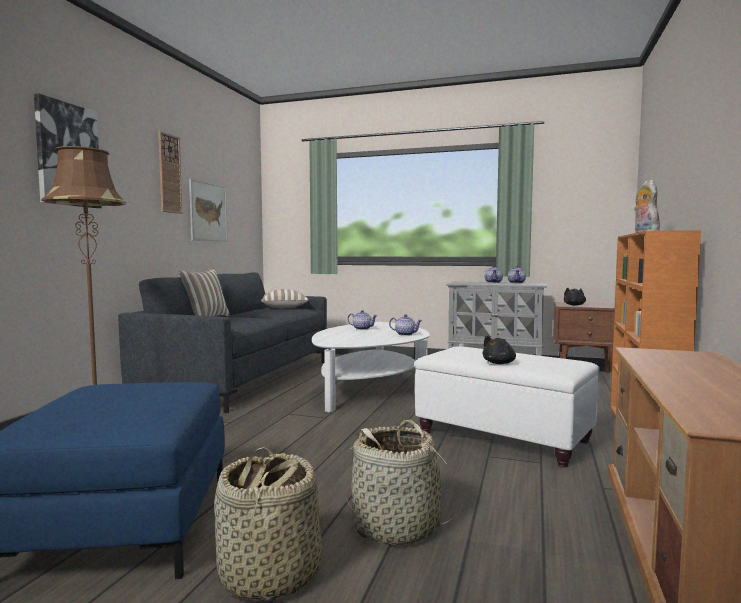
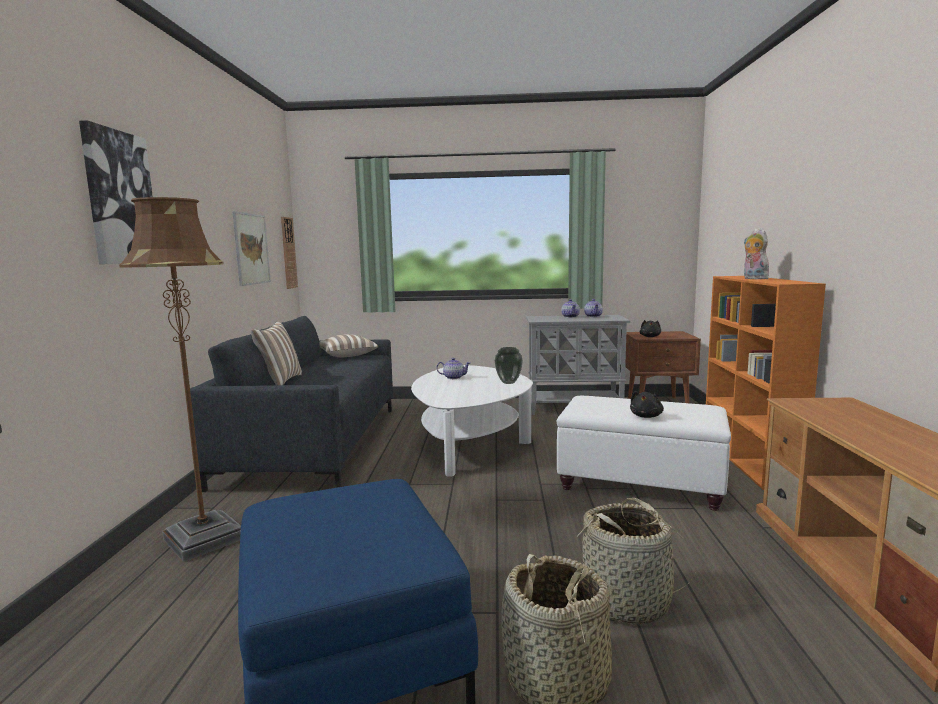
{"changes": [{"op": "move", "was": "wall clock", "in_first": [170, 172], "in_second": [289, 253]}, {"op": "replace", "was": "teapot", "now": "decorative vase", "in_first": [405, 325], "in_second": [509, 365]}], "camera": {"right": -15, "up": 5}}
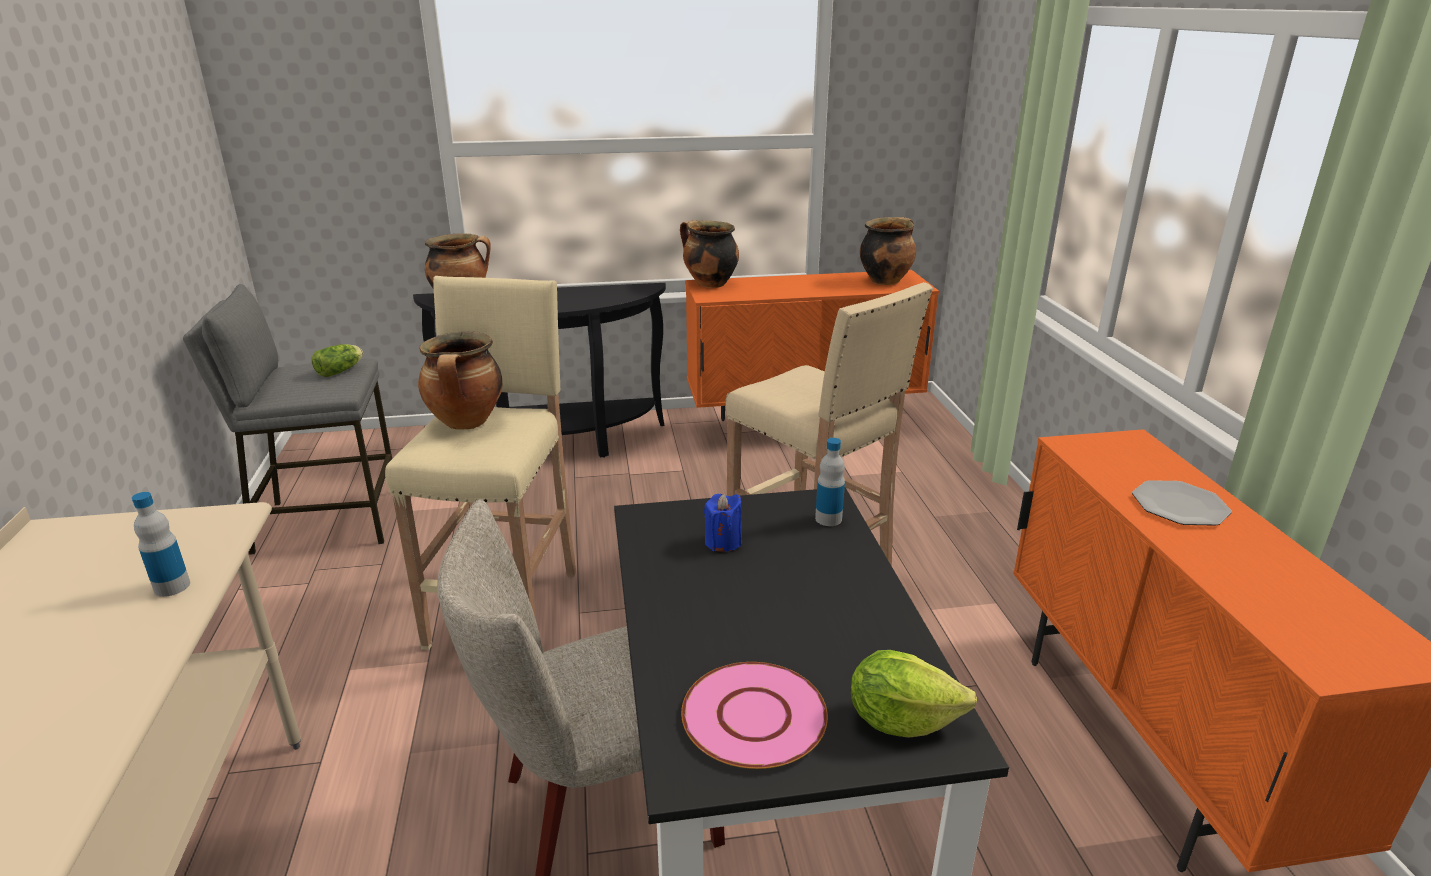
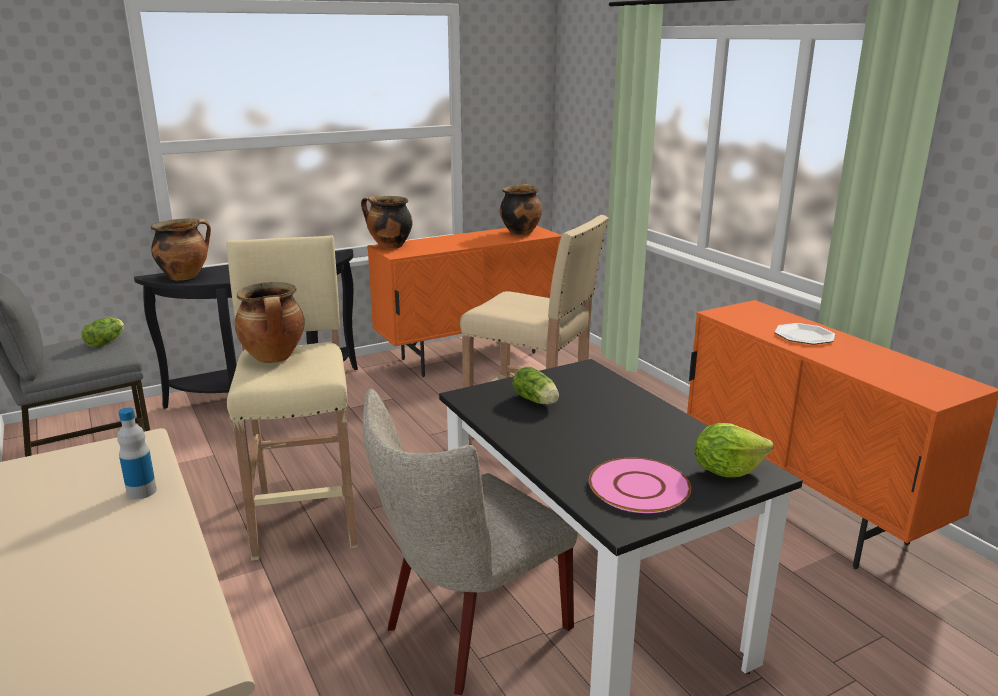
{"changes": [{"op": "delete", "was": "bottle", "in_first": [830, 482]}, {"op": "replace", "was": "candle/blue-coloured", "now": "lettuce", "in_first": [723, 522], "in_second": [536, 385]}], "camera": {"right": -20, "up": -5}}
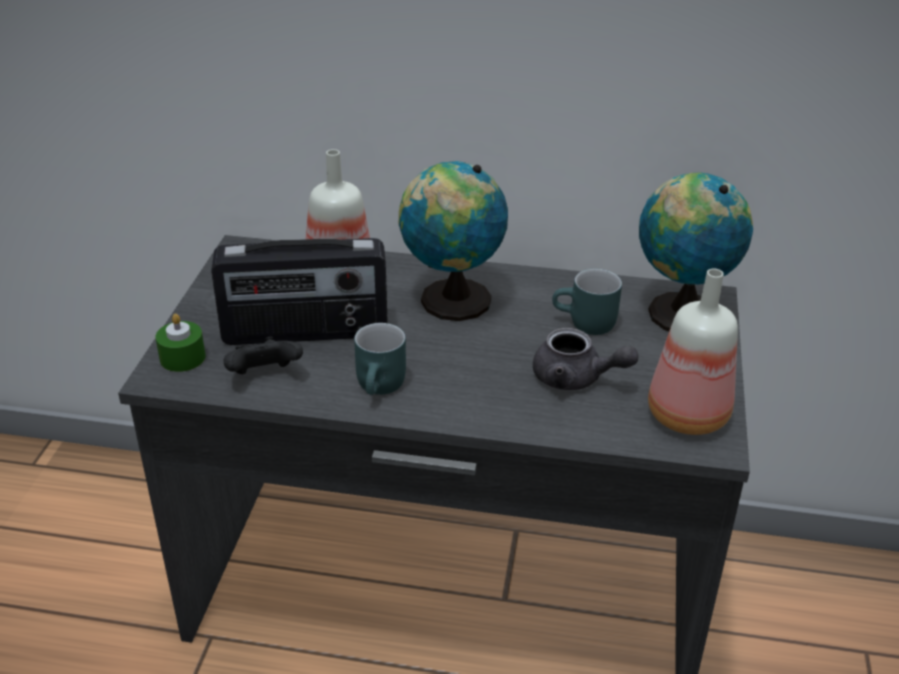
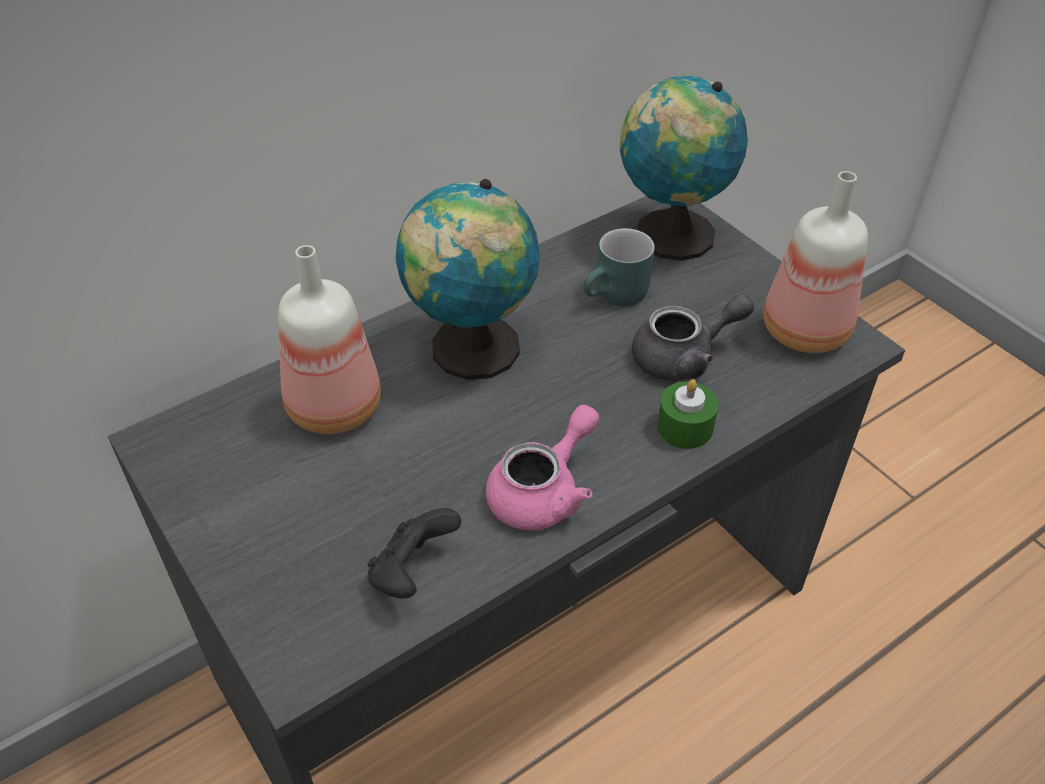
{"changes": [{"op": "delete", "was": "radio set", "in_first": [299, 291]}, {"op": "move", "was": "candle/greenish", "in_first": [180, 343], "in_second": [687, 414]}, {"op": "replace", "was": "mug/turquoise", "now": "teapot/pinkish", "in_first": [380, 359], "in_second": [542, 468]}], "camera": {"right": -45, "up": 10}}
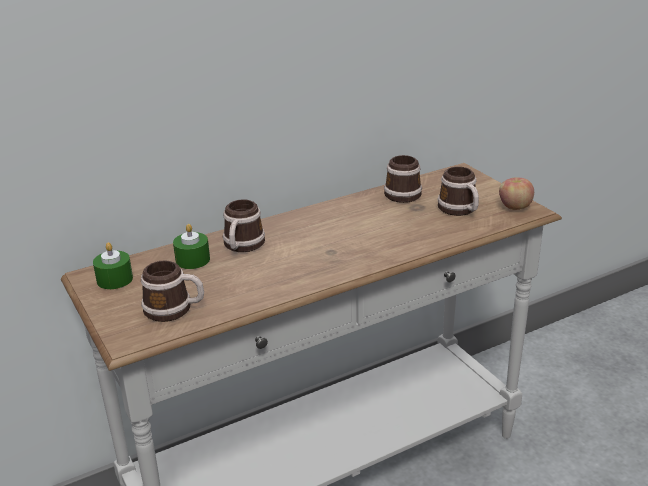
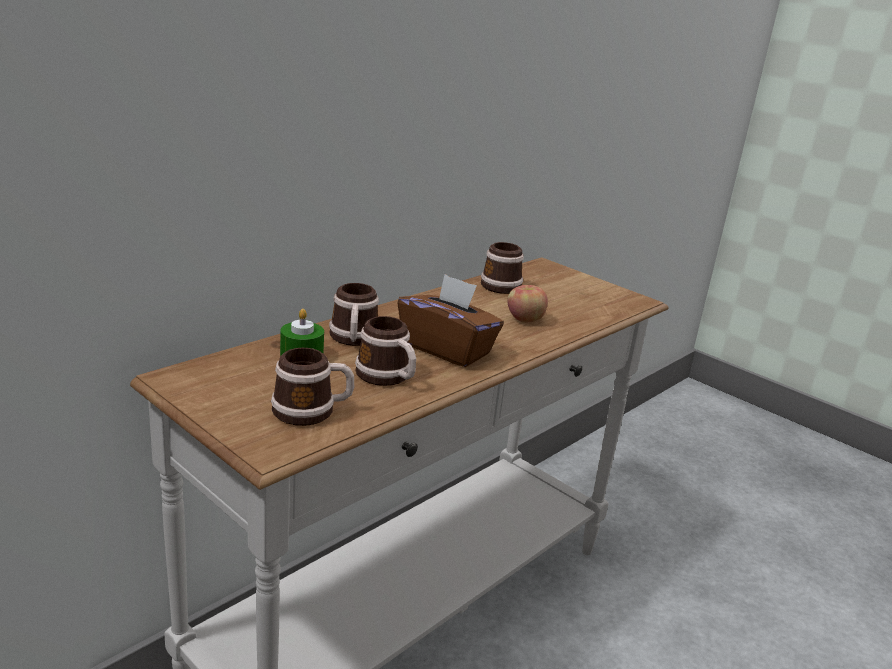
{"changes": [{"op": "delete", "was": "candle/greenish", "in_first": [113, 265]}, {"op": "insert", "now": "tissue holder/brown", "in_second": [450, 320]}, {"op": "move", "was": "mug", "in_first": [458, 191], "in_second": [385, 351]}, {"op": "move", "was": "whole apple", "in_first": [516, 193], "in_second": [527, 304]}], "camera": {"right": -20, "up": -5}}
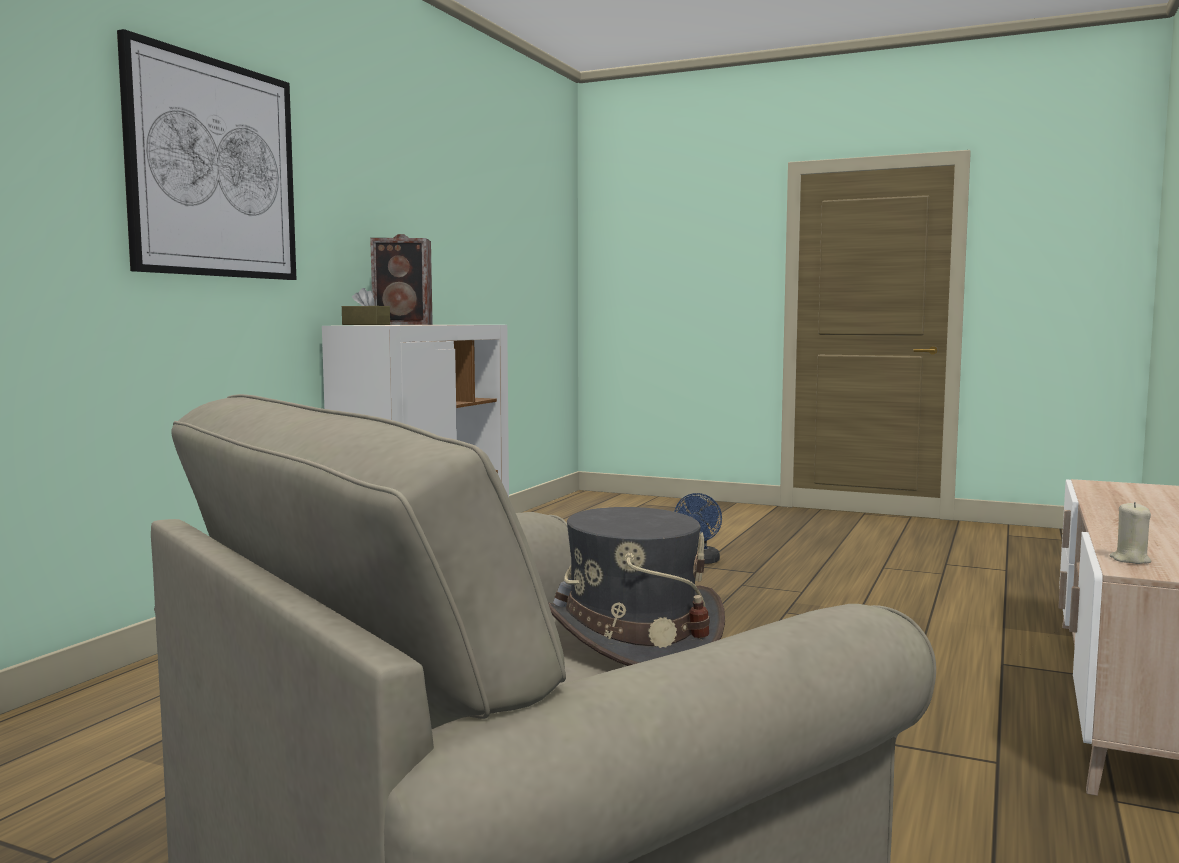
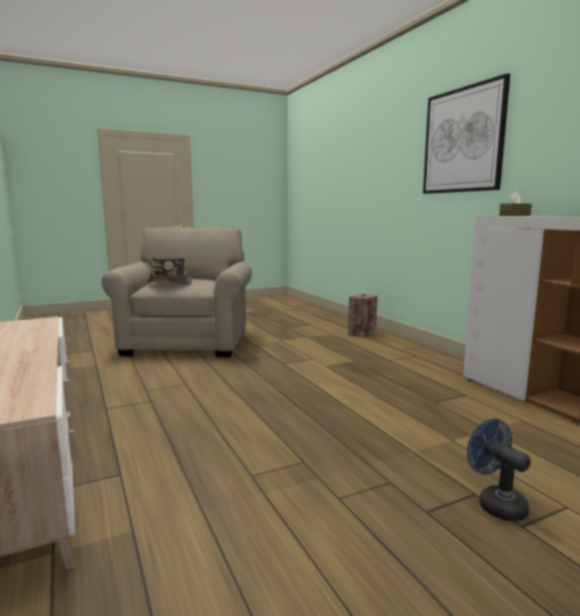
{"changes": [{"op": "delete", "was": "candle/beige-coloured", "in_first": [1131, 533]}, {"op": "move", "was": "loudspeaker", "in_first": [401, 279], "in_second": [362, 316]}], "camera": {"right": 130, "up": 5}}
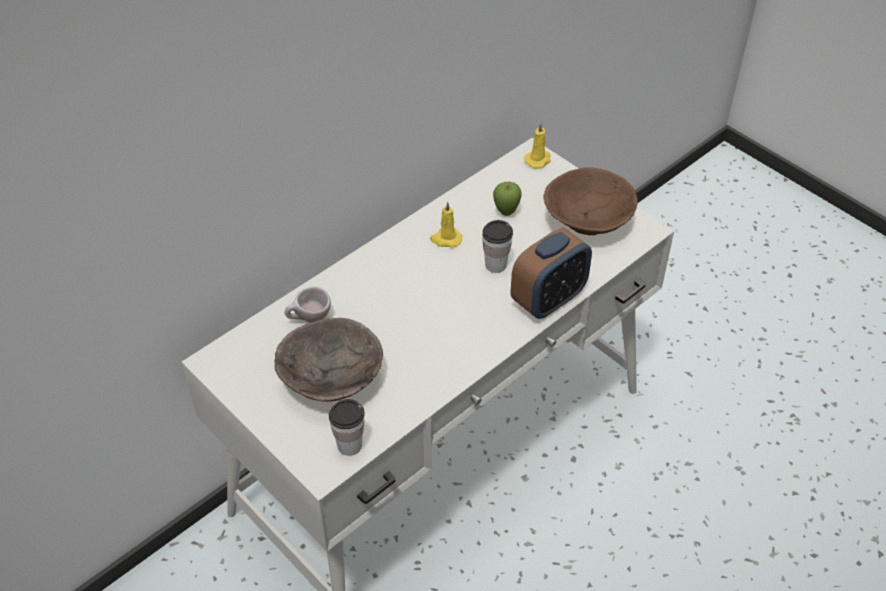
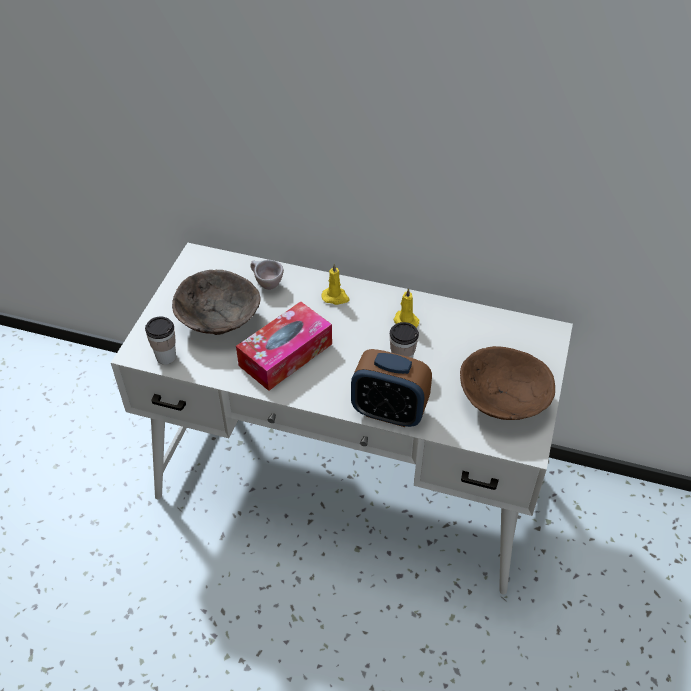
{"changes": [{"op": "delete", "was": "whole apple", "in_first": [507, 199]}, {"op": "insert", "now": "tissue holder", "in_second": [284, 346]}, {"op": "move", "was": "candle/yellowish", "in_first": [537, 146], "in_second": [335, 284]}], "camera": {"right": 60, "up": 0}}
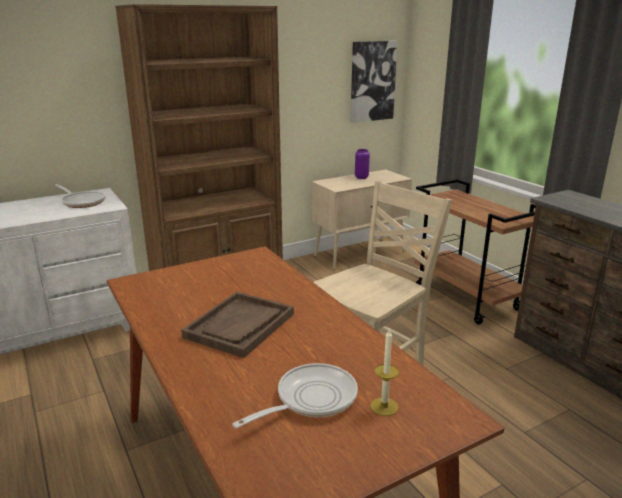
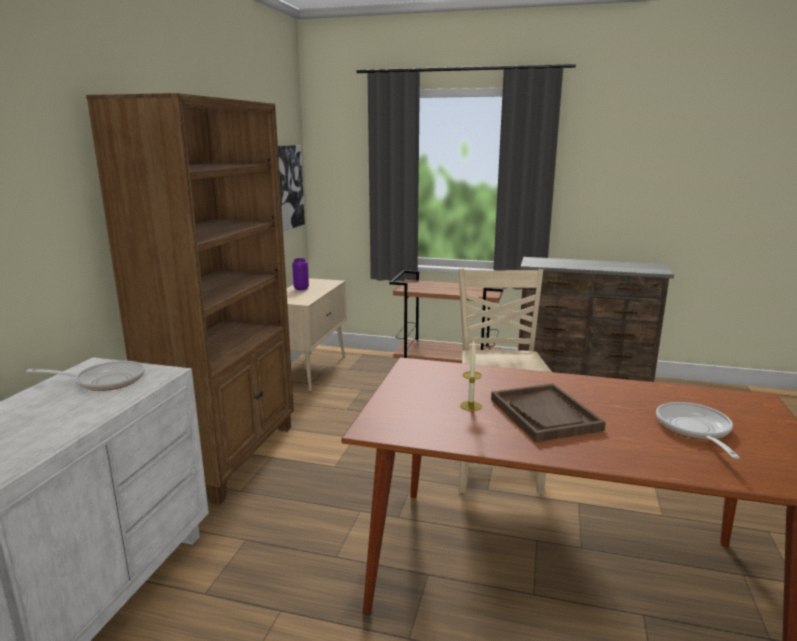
{"changes": [{"op": "move", "was": "candle", "in_first": [384, 372], "in_second": [471, 375]}], "camera": {"right": -45, "up": -5}}
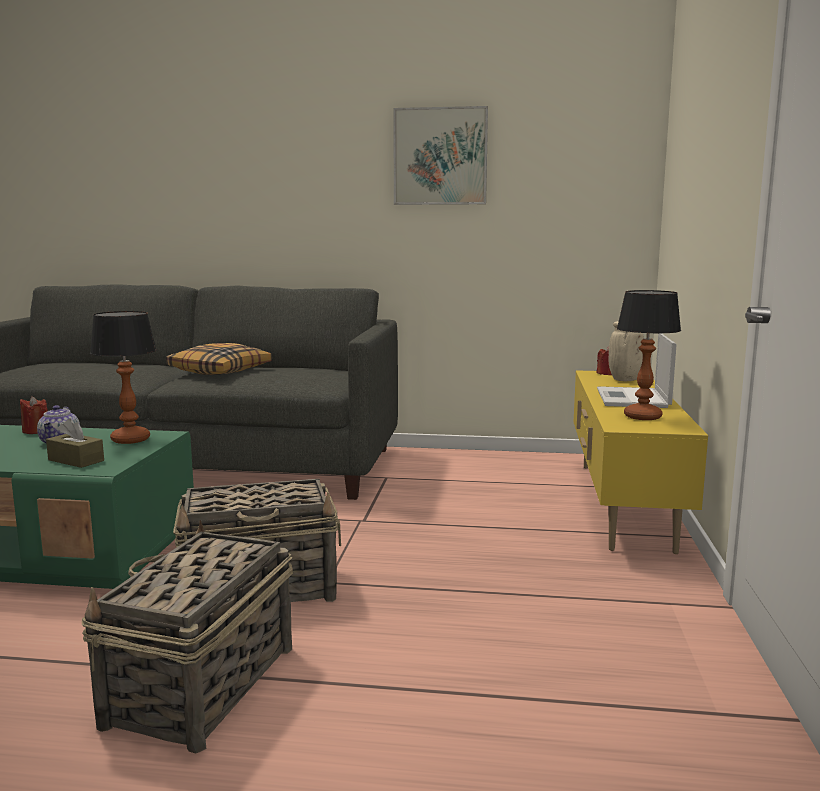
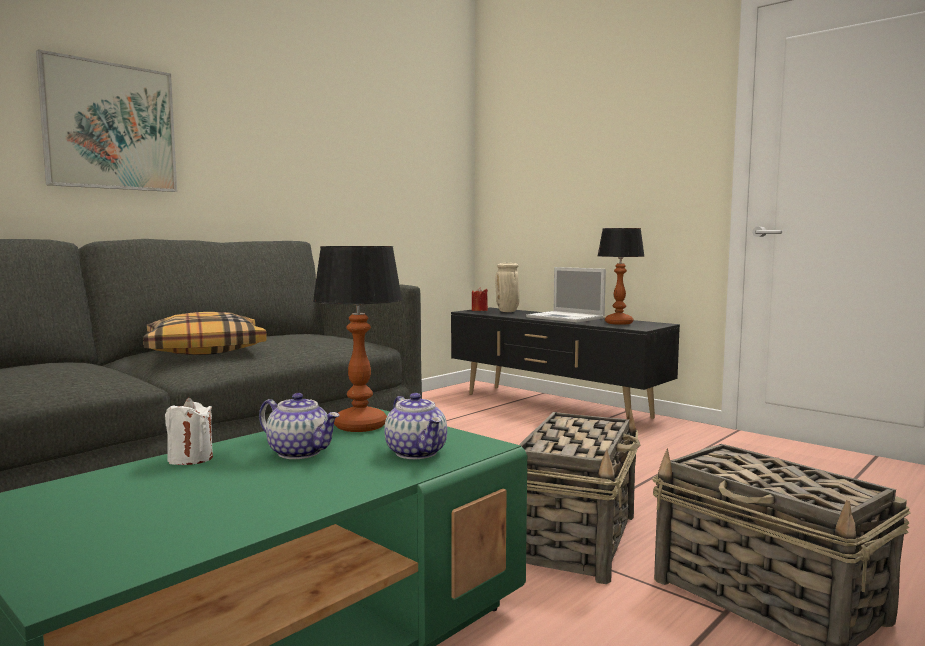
{"changes": [{"op": "move", "was": "wall picture", "in_first": [440, 155], "in_second": [106, 120]}, {"op": "replace", "was": "tissue holder/brown", "now": "teapot", "in_first": [75, 443], "in_second": [415, 426]}, {"op": "recolor", "was": "candle/red-coloured", "now": "candle/white", "in_first": [34, 415], "in_second": [189, 431]}, {"op": "recolor", "was": "tv unit/yellowish", "now": "tv unit/black", "in_first": [641, 462], "in_second": [565, 363]}], "camera": {"right": -55, "up": -5}}
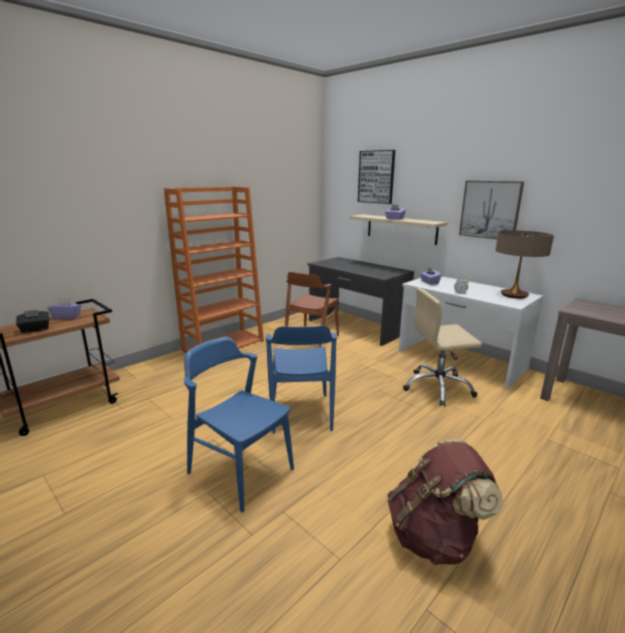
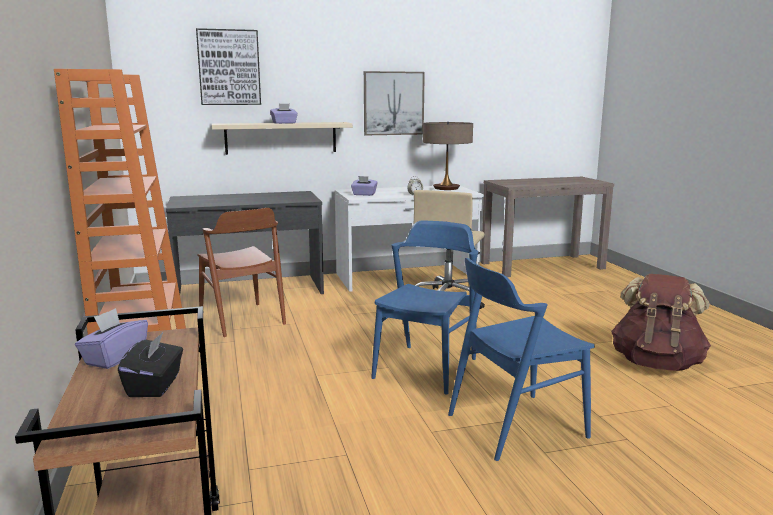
{"changes": [{"op": "rotate", "was": "chair/blue-coloured", "in_first": [301, 379], "in_second": [424, 307], "clockwise": -90}], "camera": {"right": -60, "up": -5}}
